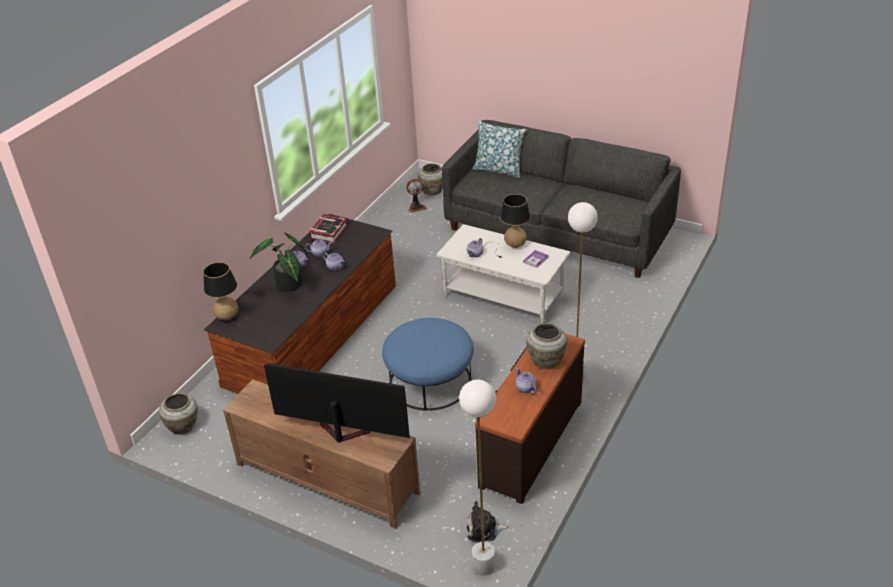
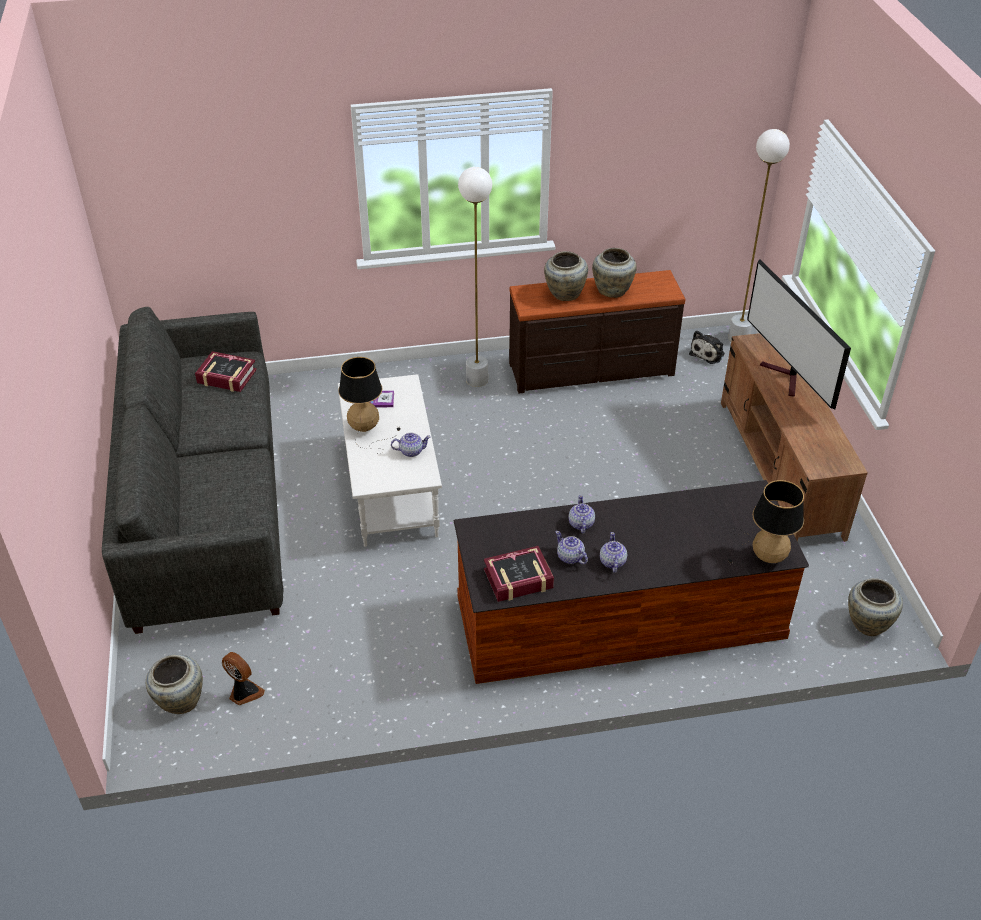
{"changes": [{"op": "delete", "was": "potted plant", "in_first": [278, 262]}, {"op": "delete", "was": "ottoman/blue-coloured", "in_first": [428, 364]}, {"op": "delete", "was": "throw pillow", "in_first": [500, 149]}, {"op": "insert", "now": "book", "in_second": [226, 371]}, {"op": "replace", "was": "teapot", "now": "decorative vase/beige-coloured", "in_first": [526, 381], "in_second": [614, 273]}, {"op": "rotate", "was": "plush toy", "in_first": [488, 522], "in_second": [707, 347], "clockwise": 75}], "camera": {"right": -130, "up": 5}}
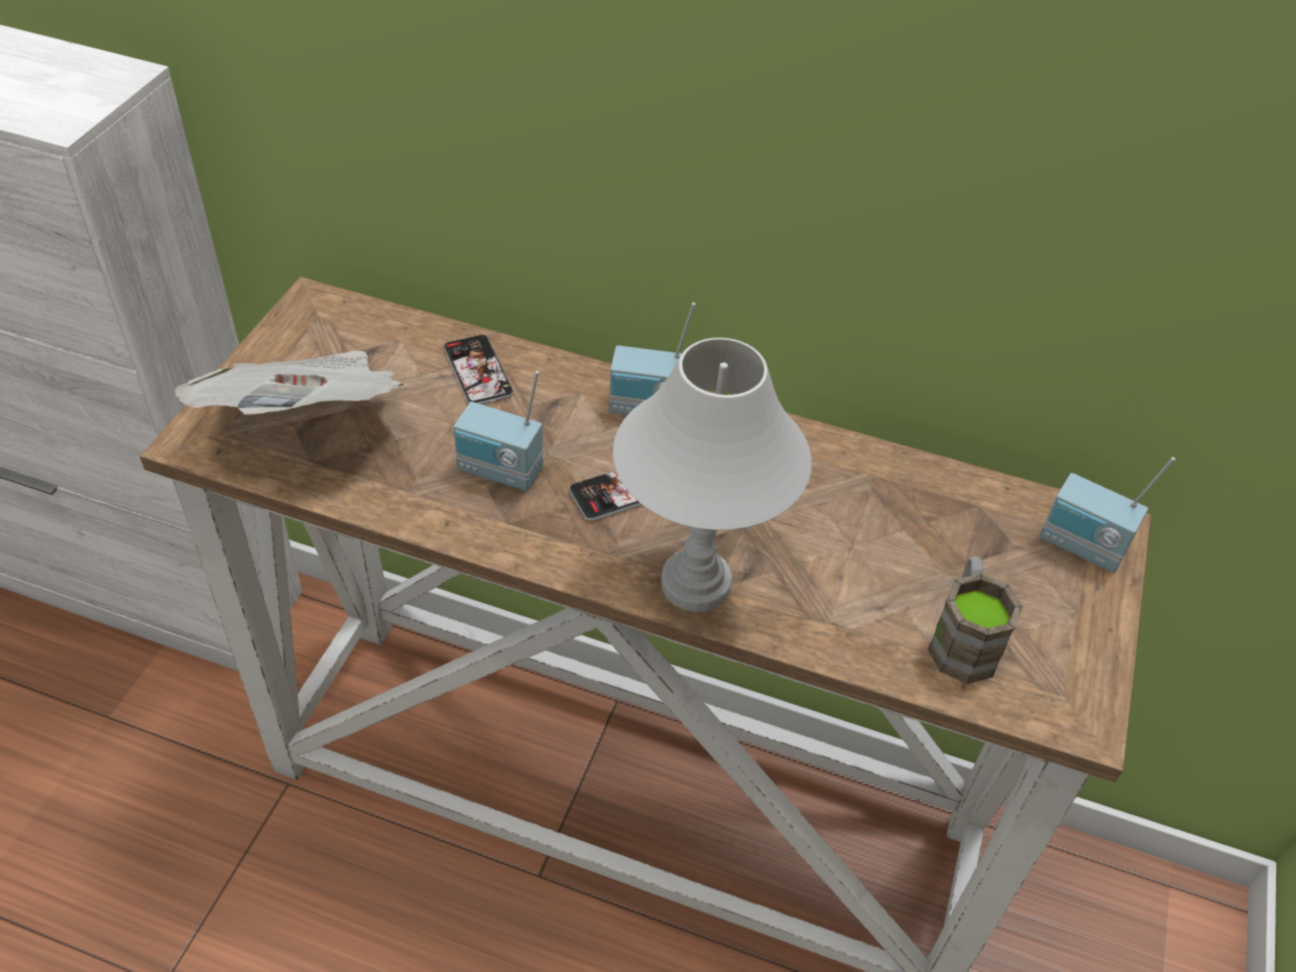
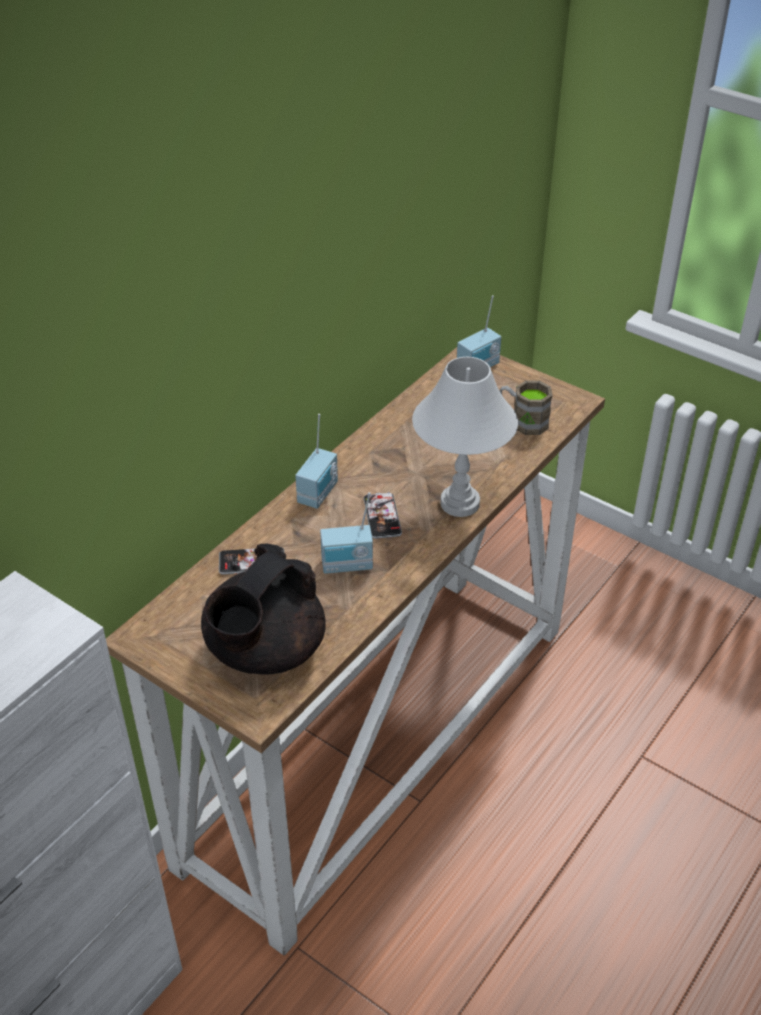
{"changes": [{"op": "replace", "was": "daily paper", "now": "teapot/black", "in_first": [289, 382], "in_second": [263, 608]}, {"op": "rotate", "was": "radio set", "in_first": [498, 431], "in_second": [346, 533], "clockwise": 45}], "camera": {"right": -70, "up": -5}}
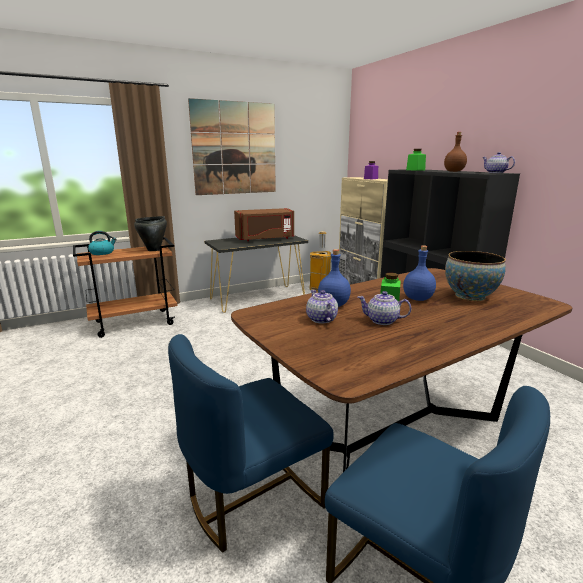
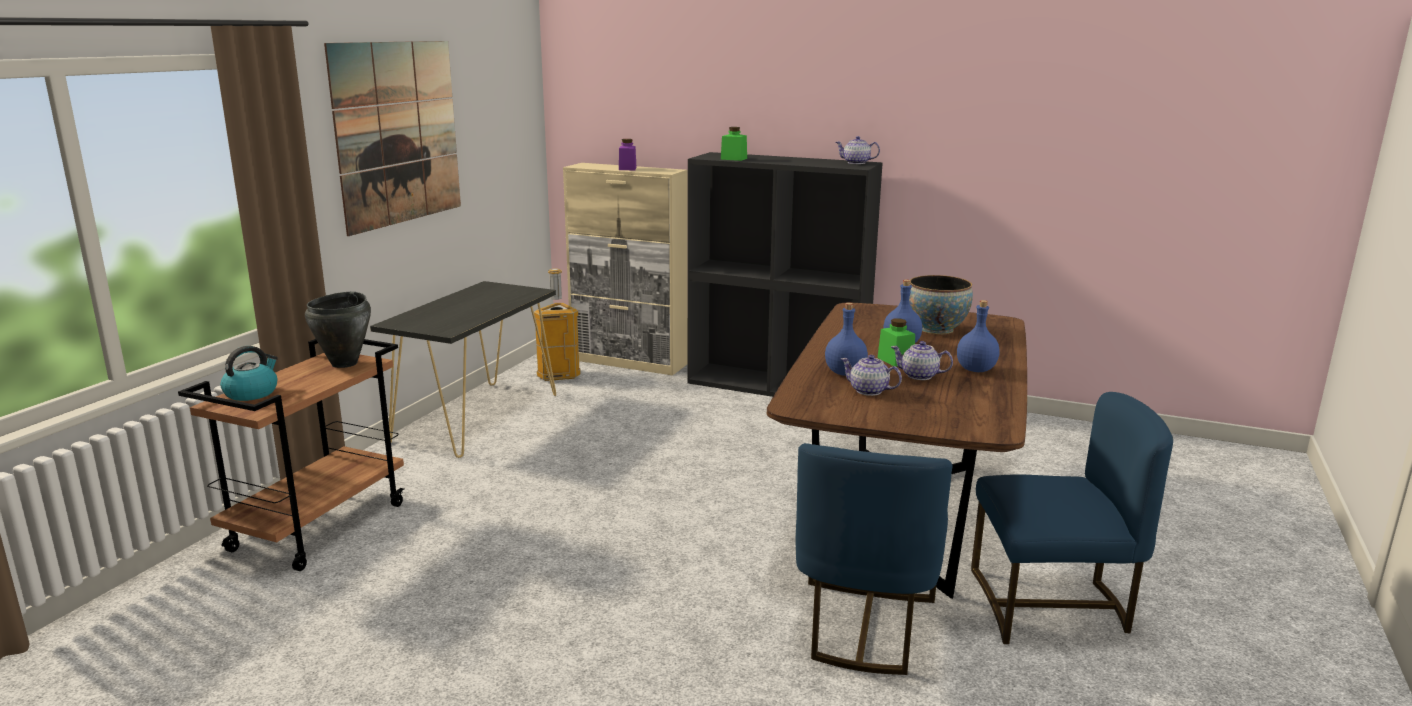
{"changes": [{"op": "delete", "was": "microwave/brown", "in_first": [264, 224]}, {"op": "delete", "was": "bottle/brown", "in_first": [455, 152]}, {"op": "insert", "now": "bottle/blue-coloured", "in_second": [978, 336]}, {"op": "rotate", "was": "teapot", "in_first": [384, 308], "in_second": [922, 360], "clockwise": 45}], "camera": {"right": -40, "up": 0}}
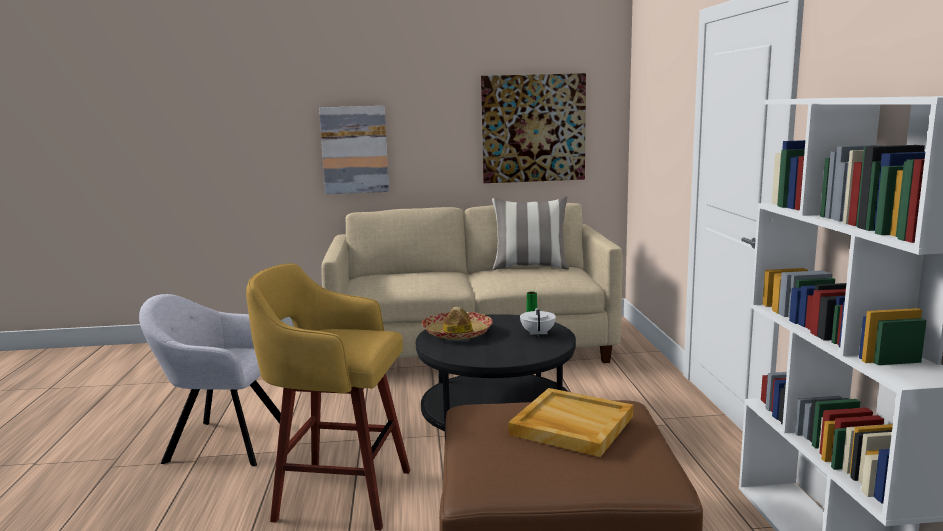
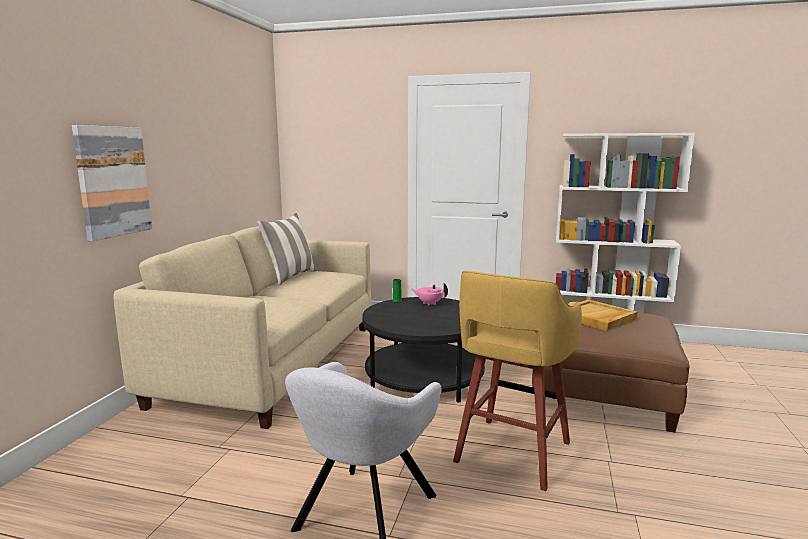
{"changes": [{"op": "delete", "was": "clothing hat", "in_first": [457, 323]}, {"op": "delete", "was": "wall picture", "in_first": [533, 128]}, {"op": "recolor", "was": "teapot/white", "now": "teapot/pinkish", "in_first": [538, 322], "in_second": [429, 294]}], "camera": {"right": -70, "up": 0}}
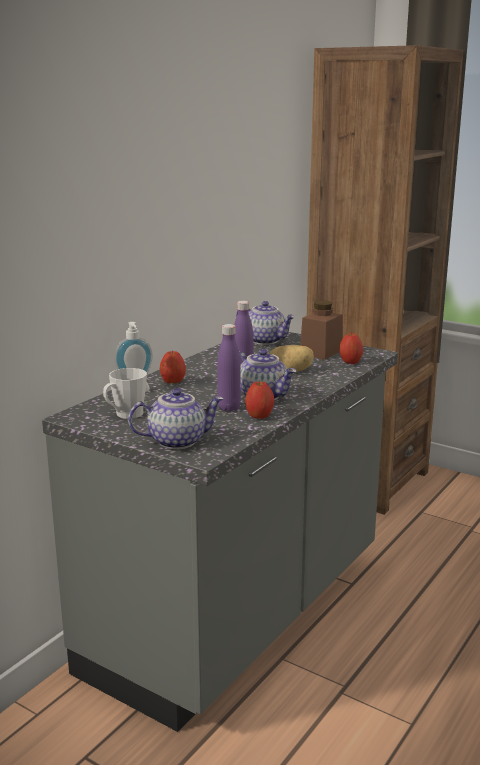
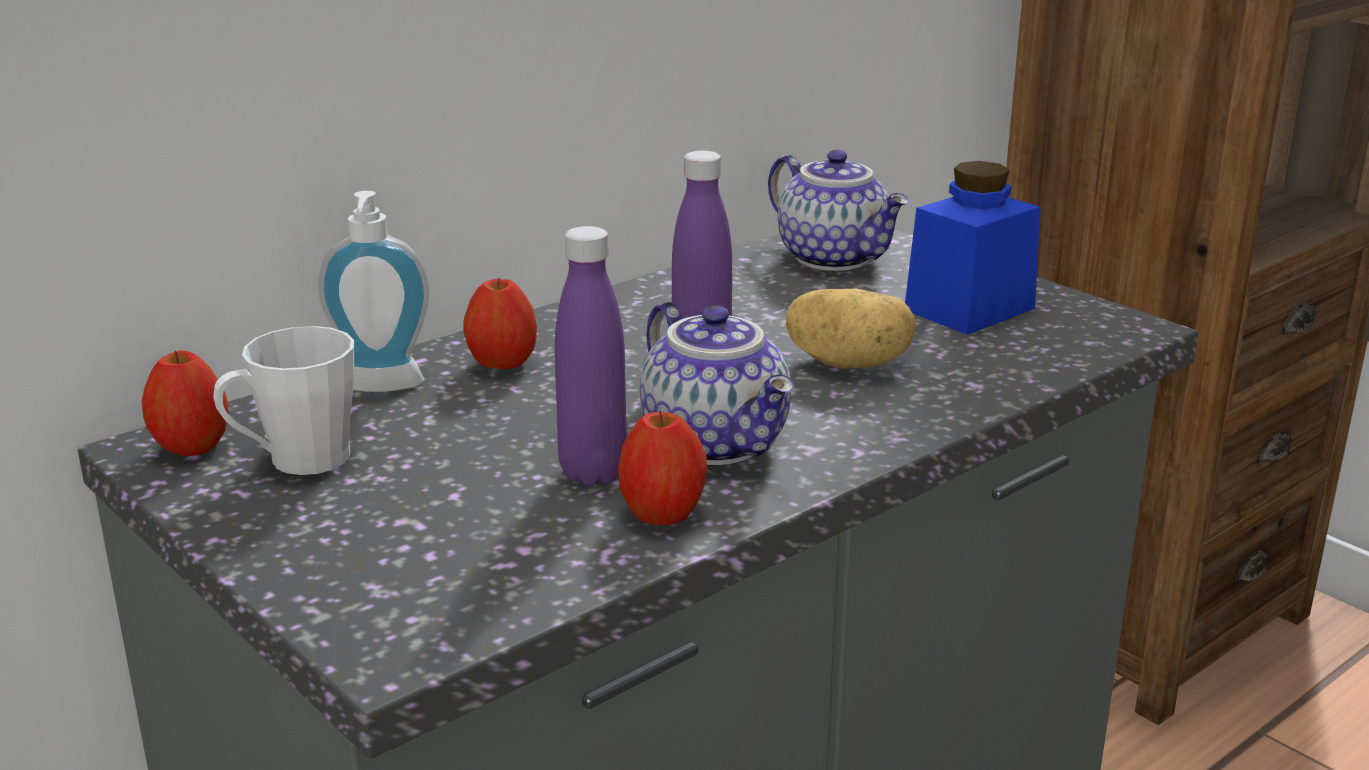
{"changes": [{"op": "delete", "was": "teapot", "in_first": [176, 418]}, {"op": "move", "was": "whole apple", "in_first": [351, 348], "in_second": [185, 403]}, {"op": "recolor", "was": "jar/brown", "now": "jar/blue-coloured", "in_first": [321, 330], "in_second": [973, 248]}], "camera": {"right": 15, "up": 5}}
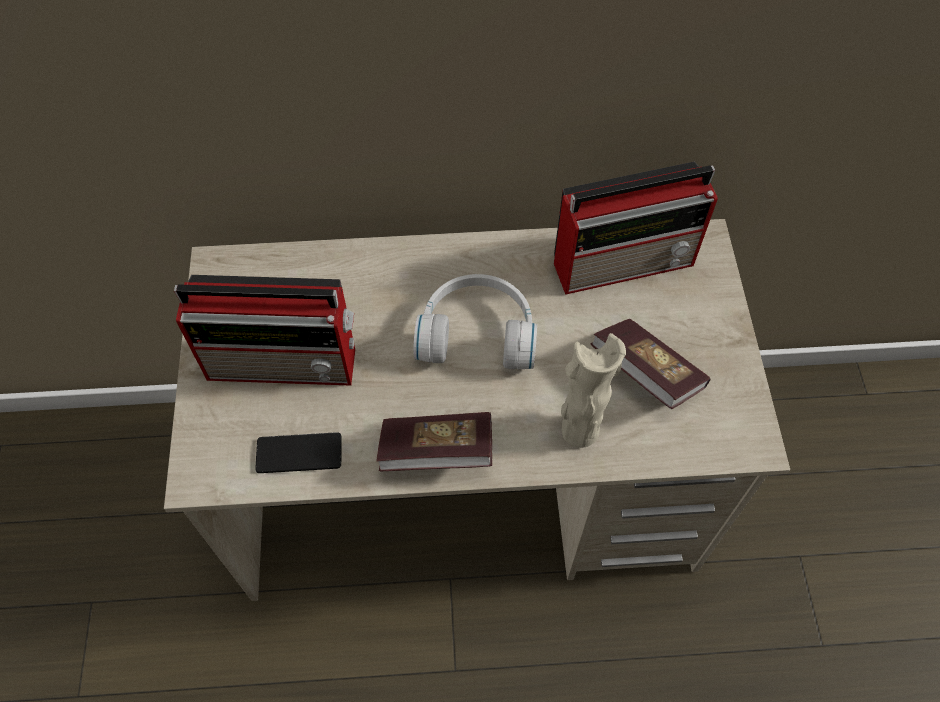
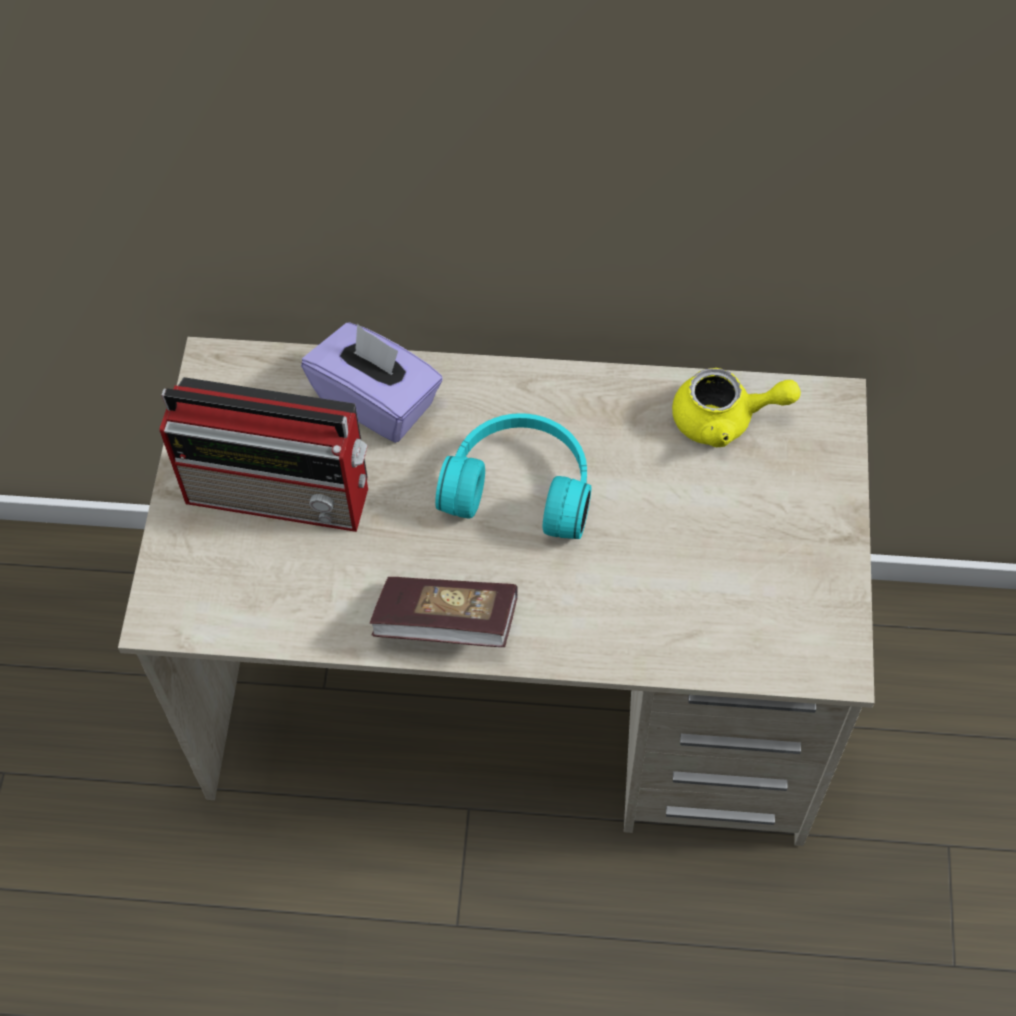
{"changes": [{"op": "delete", "was": "phone", "in_first": [298, 452]}, {"op": "delete", "was": "decorative vase/beige-coloured", "in_first": [593, 390]}, {"op": "delete", "was": "book", "in_first": [650, 364]}, {"op": "insert", "now": "tissue holder/purple-coloured", "in_second": [372, 383]}, {"op": "replace", "was": "radio set", "now": "teapot/yellowish", "in_first": [636, 228], "in_second": [736, 407]}, {"op": "recolor", "was": "pair of headphones/white", "now": "pair of headphones/turquoise", "in_first": [475, 321], "in_second": [513, 476]}], "camera": {"right": 10, "up": 0}}
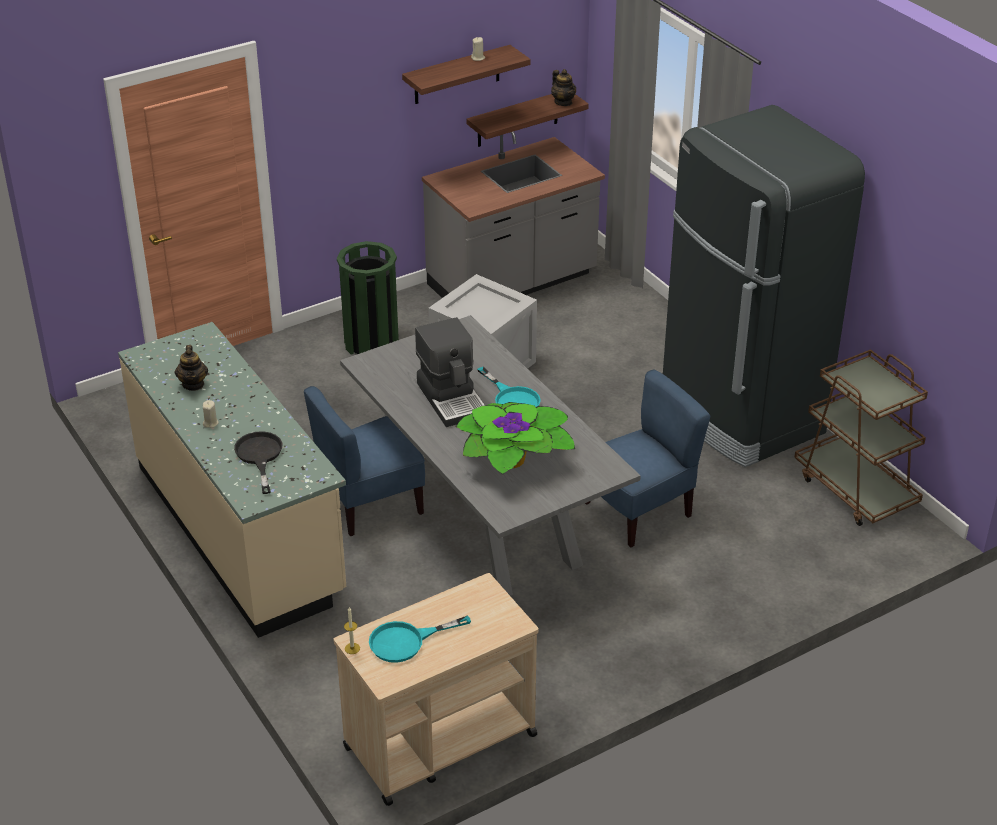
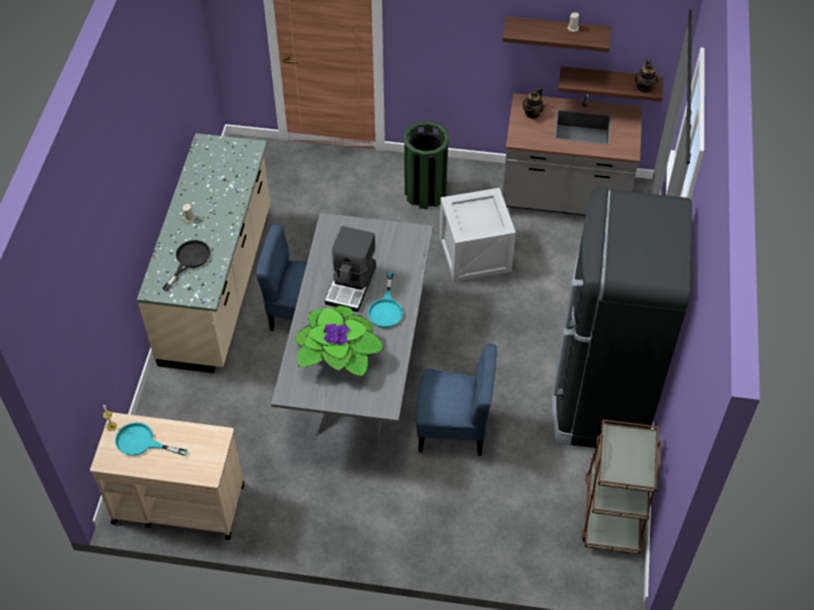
{"changes": [{"op": "move", "was": "teapot", "in_first": [191, 368], "in_second": [533, 103]}], "camera": {"right": 40, "up": 15}}
